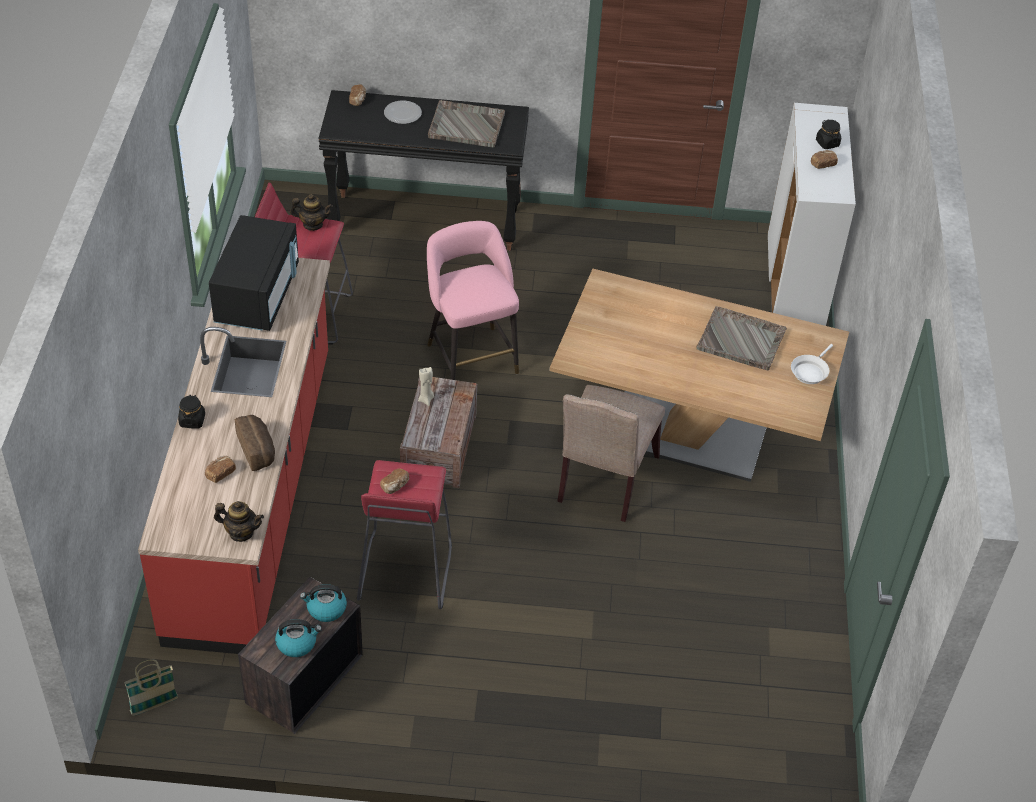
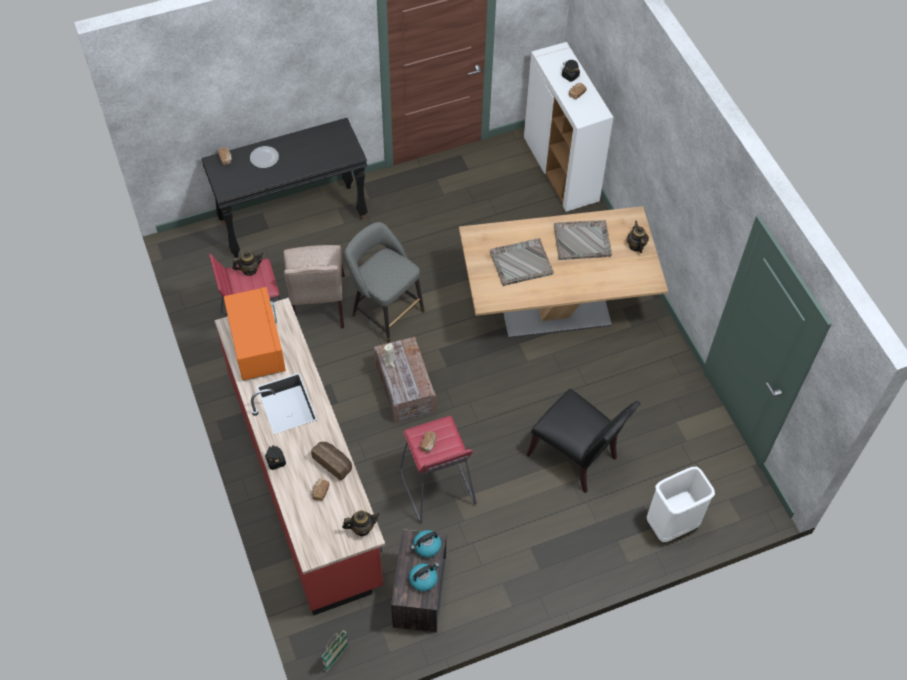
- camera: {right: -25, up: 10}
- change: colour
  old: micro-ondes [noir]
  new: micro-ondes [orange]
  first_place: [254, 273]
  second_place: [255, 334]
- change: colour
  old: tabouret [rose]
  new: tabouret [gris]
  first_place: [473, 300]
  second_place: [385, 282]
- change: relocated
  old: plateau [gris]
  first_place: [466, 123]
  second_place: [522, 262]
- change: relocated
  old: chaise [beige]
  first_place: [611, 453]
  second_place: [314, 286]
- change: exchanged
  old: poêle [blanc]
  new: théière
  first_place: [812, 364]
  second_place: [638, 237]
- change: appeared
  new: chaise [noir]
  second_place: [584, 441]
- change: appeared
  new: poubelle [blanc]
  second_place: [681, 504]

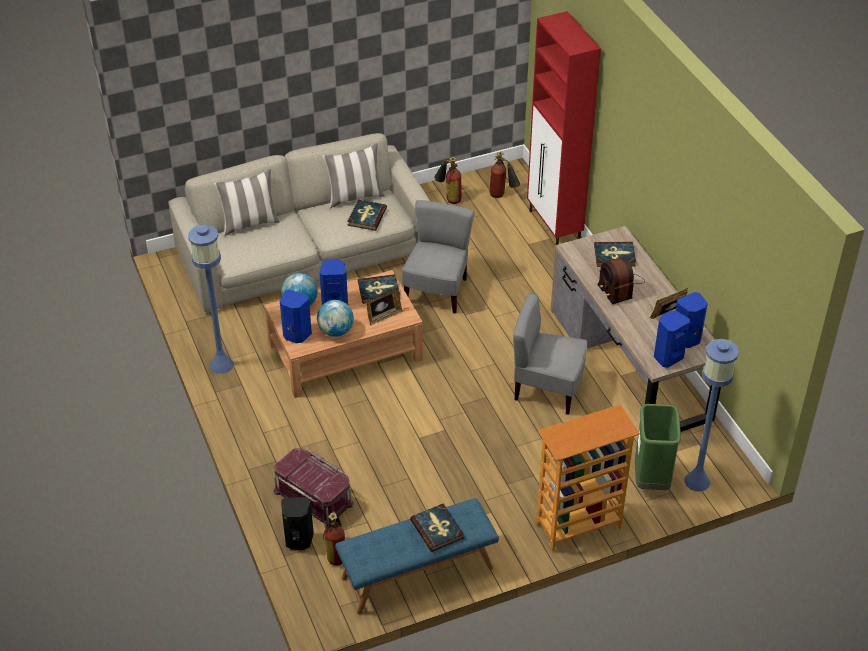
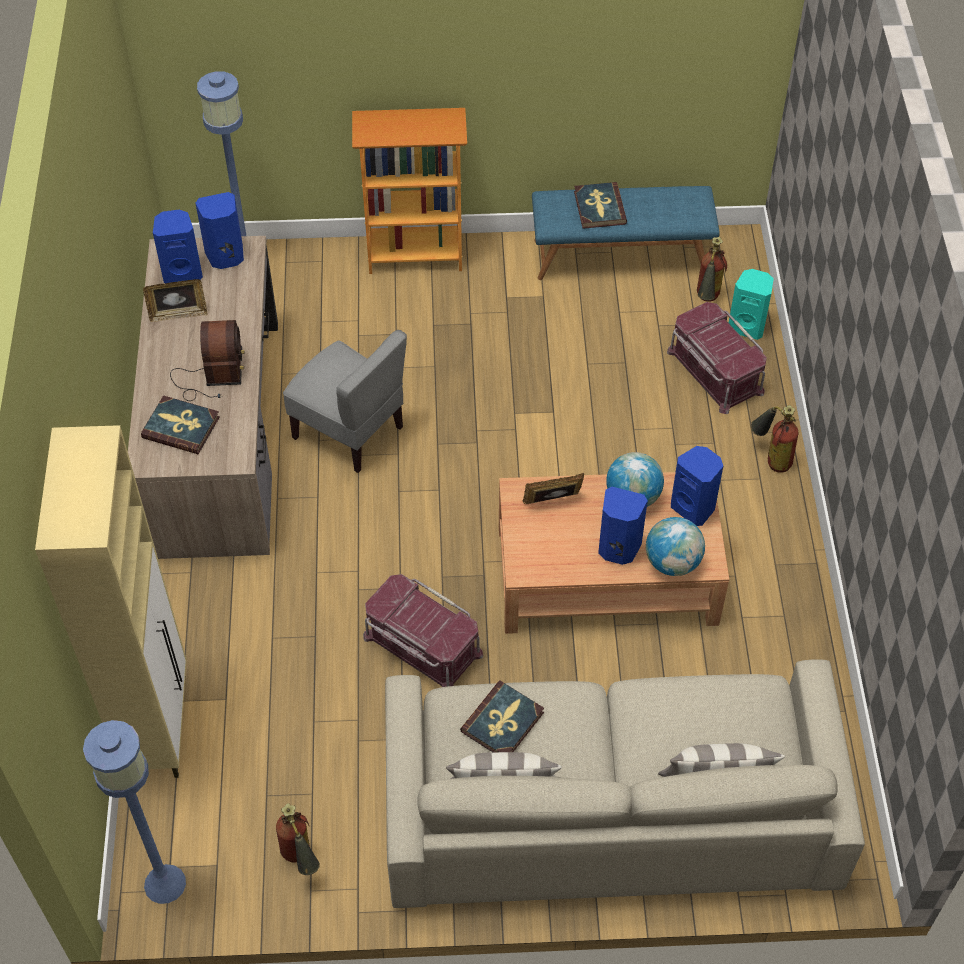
- camera: {right: -160, up: 10}
- change: relocated
  old: lampadaire [bleu]
  first_place: [211, 299]
  second_place: [134, 812]
- change: colour
  old: enceinte [noir]
  new: enceinte [turquoise]
  first_place: [297, 523]
  second_place: [751, 304]
- change: missing
  old: livre
  first_place: [379, 289]
- change: exchanged
  old: chaise [gris]
  new: boîte de rangement [rouge]
  first_place: [438, 257]
  second_place: [423, 630]
- change: relocated
  old: extincteur
  first_place: [504, 175]
  second_place: [775, 439]
- change: colour
  old: meuble de rangement [rouge]
  new: meuble de rangement [beige]
  first_place: [564, 128]
  second_place: [111, 601]
- change: missing
  old: poubelle [vert]
  first_place: [658, 447]

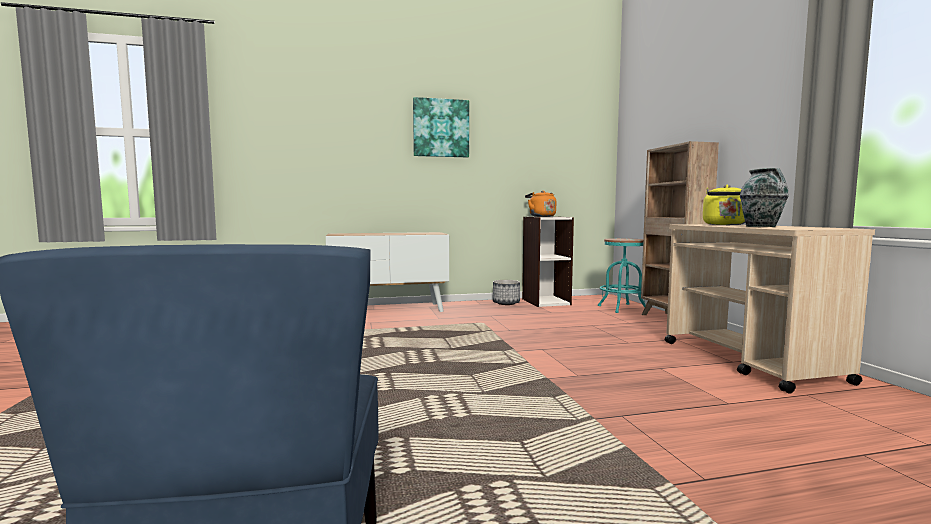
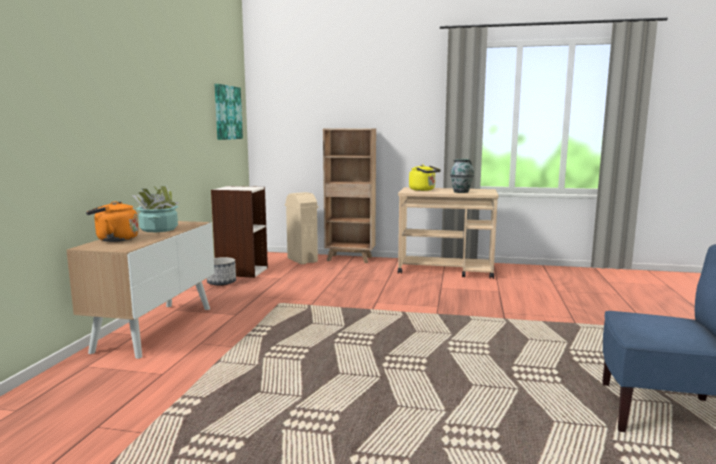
- camera: {right: -65, up: 5}
- change: relocated
  old: tableau
  first_place: [441, 127]
  second_place: [229, 112]
- change: relocated
  old: bouilloire [orange]
  first_place: [540, 204]
  second_place: [112, 221]
- change: exchanged
  old: tabouret [turquoise]
  new: poubelle [beige]
  first_place: [622, 275]
  second_place: [302, 228]
- change: appeared
  new: plante en pot
  second_place: [155, 208]

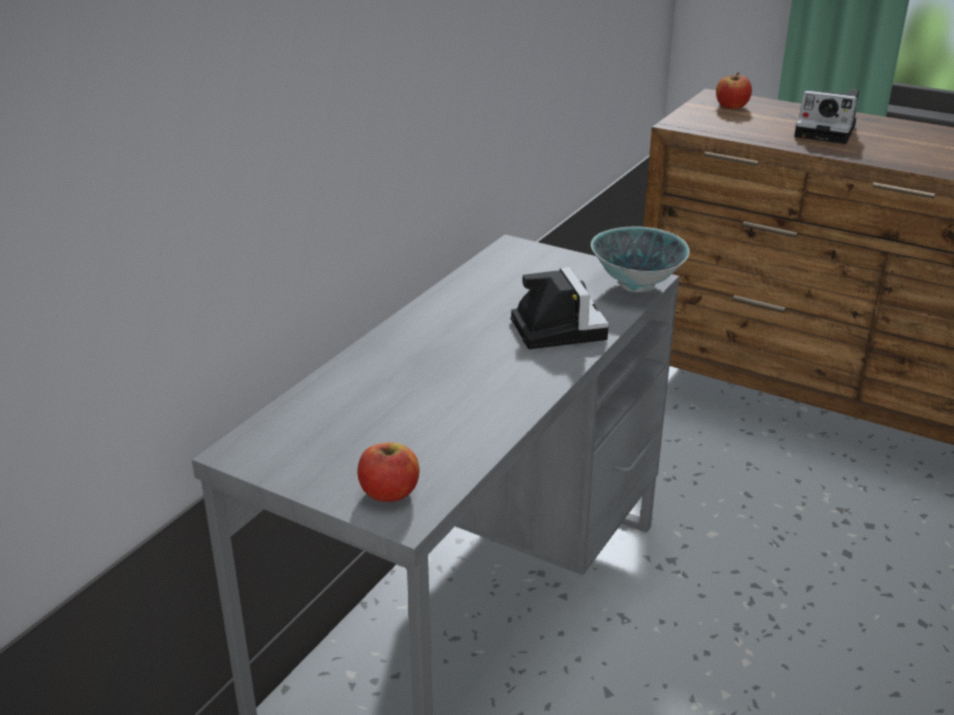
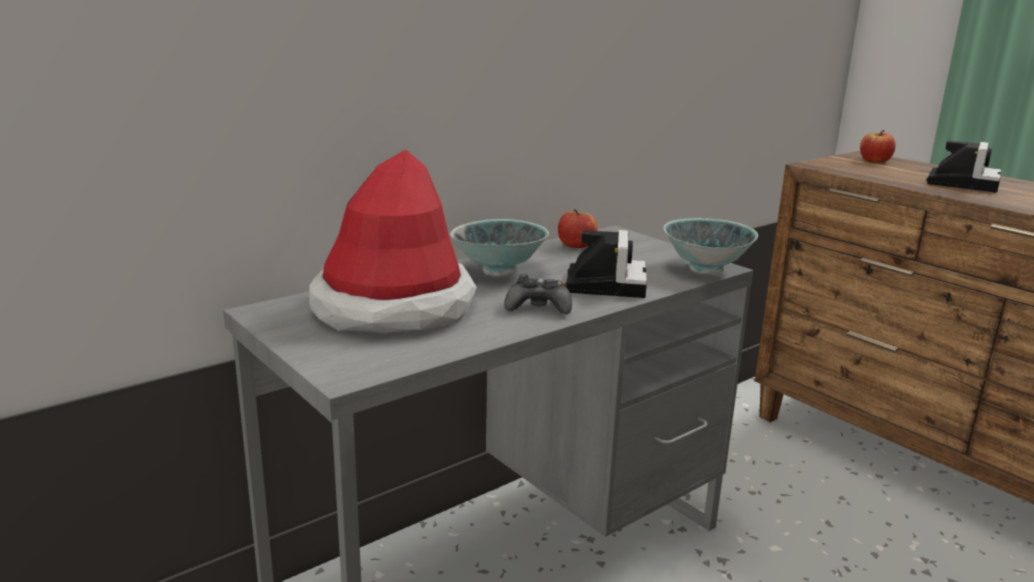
- camera: {right: 20, up: -10}
- change: relocated
  old: pomme
  first_place: [388, 472]
  second_place: [578, 228]
- change: spun
  old: appareil photo
  first_place: [826, 116]
  second_place: [963, 166]
  degrees: -105
- change: appeared
  new: chapeau
  second_place: [393, 241]
- change: appeared
  new: bol
  second_place: [499, 247]
- change: appeared
  new: manette [noir]
  second_place: [538, 294]

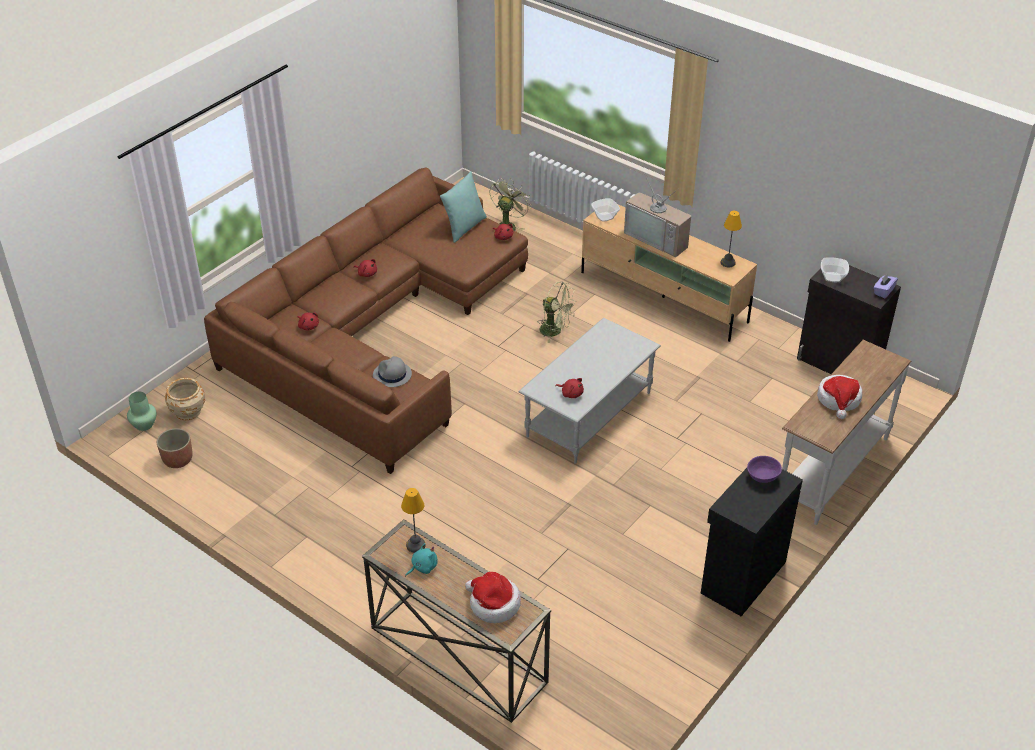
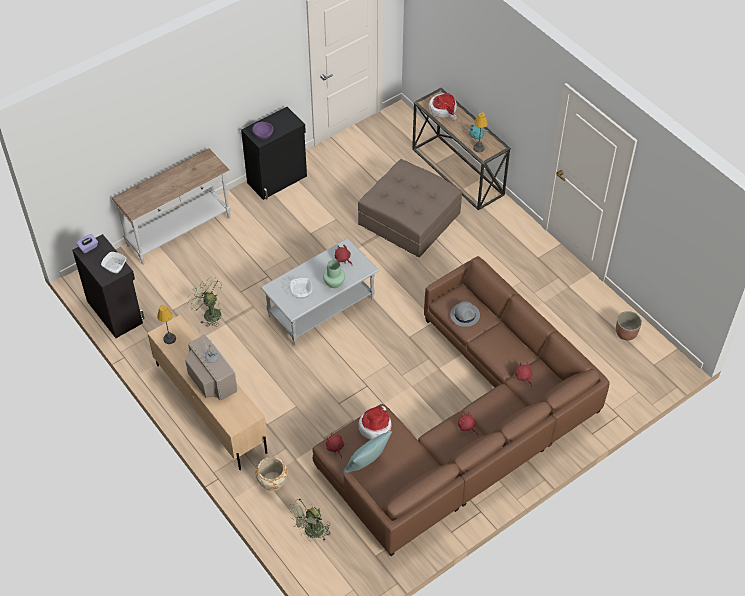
- camera: {right: -165, up: 10}
- change: relocated
  old: vase [vert]
  first_place: [142, 411]
  second_place: [334, 274]
- change: relocated
  old: cache-pot [beige]
  first_place: [185, 399]
  second_place: [271, 474]
- change: relocated
  old: ventilateur [vert]
  first_place: [557, 312]
  second_place: [205, 302]
- change: relocated
  old: bol
  first_place: [605, 210]
  second_place: [301, 288]
- change: relocated
  old: chapeau
  first_place: [839, 397]
  second_place: [375, 423]
- change: appeared
  new: pouf [marron]
  second_place: [410, 208]

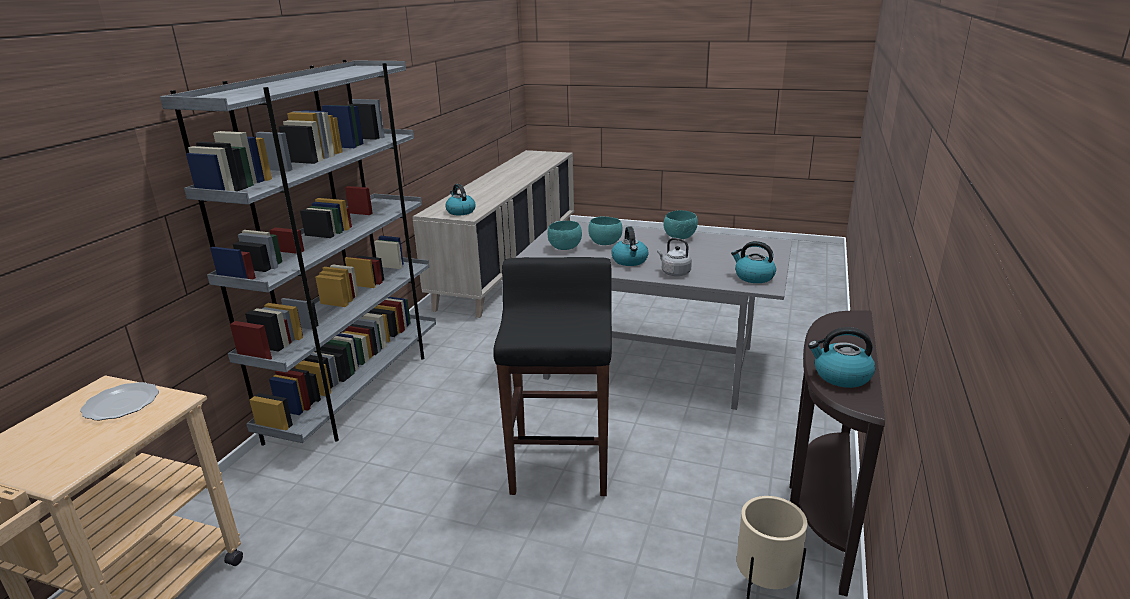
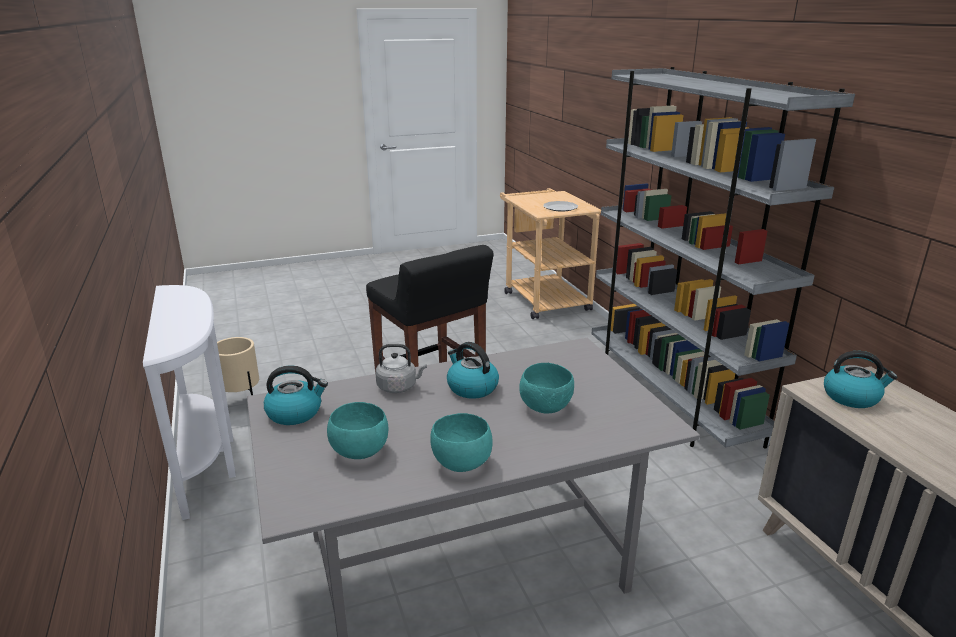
- camera: {right: 140, up: 0}
- change: relocated
  old: bol [turquoise]
  first_place: [564, 235]
  second_place: [357, 430]
- change: colour
  old: table console [marron]
  new: table console [blanc]
  first_place: [837, 453]
  second_place: [189, 402]
- change: missing
  old: bouilloire
  first_place: [841, 357]

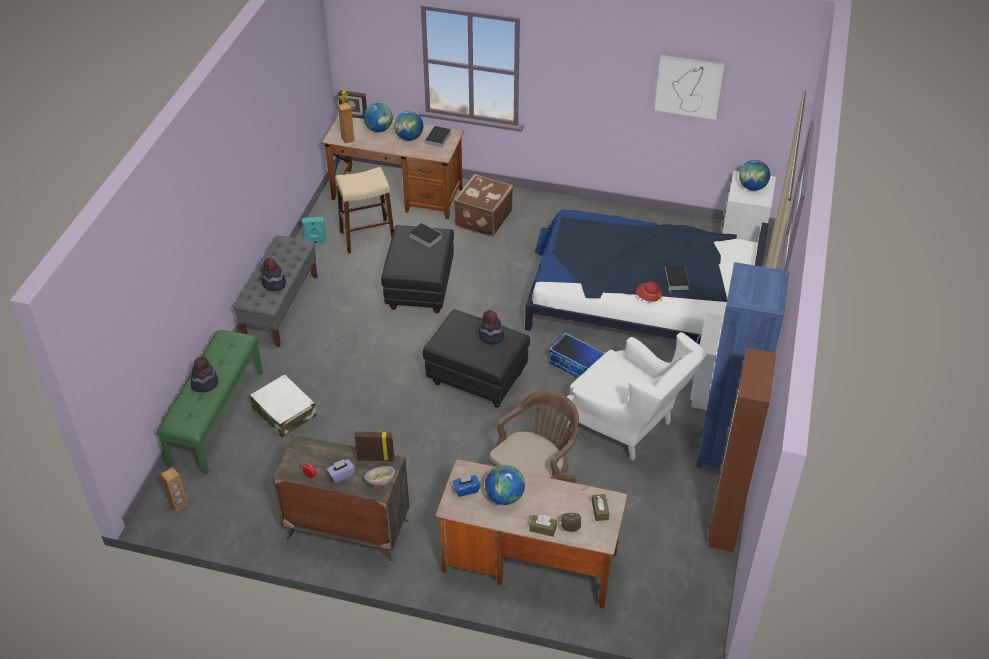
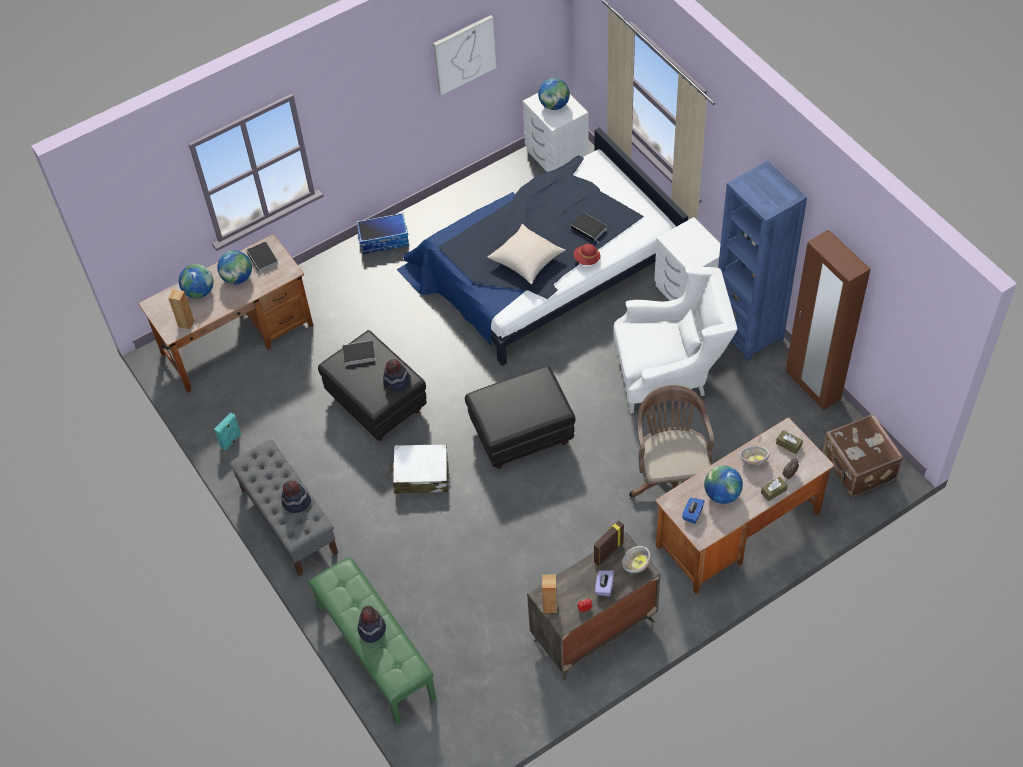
- camera: {right: -45, up: 10}
- change: relocated
  old: enceinte [marron]
  first_place: [174, 489]
  second_place: [549, 593]
- change: relocated
  old: valise [blanc]
  first_place: [283, 405]
  second_place: [419, 469]
- change: missing
  old: tabouret [beige]
  first_place: [364, 210]
- change: missing
  old: cadre photo
  first_place: [352, 104]
- change: relocated
  old: valise [marron]
  first_place: [483, 205]
  second_place: [863, 455]
- change: relocated
  old: chapeau
  first_place: [491, 327]
  second_place: [397, 375]
- change: relocated
  old: boîte de rangement
  first_place: [577, 355]
  second_place: [382, 233]
- change: appeared
  new: coussin [beige]
  second_place: [527, 254]
- change: appeared
  new: bol
  second_place: [754, 456]

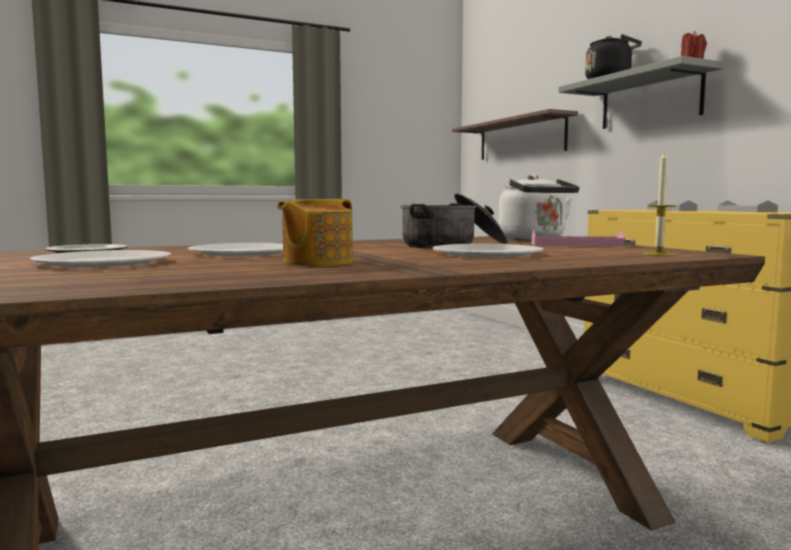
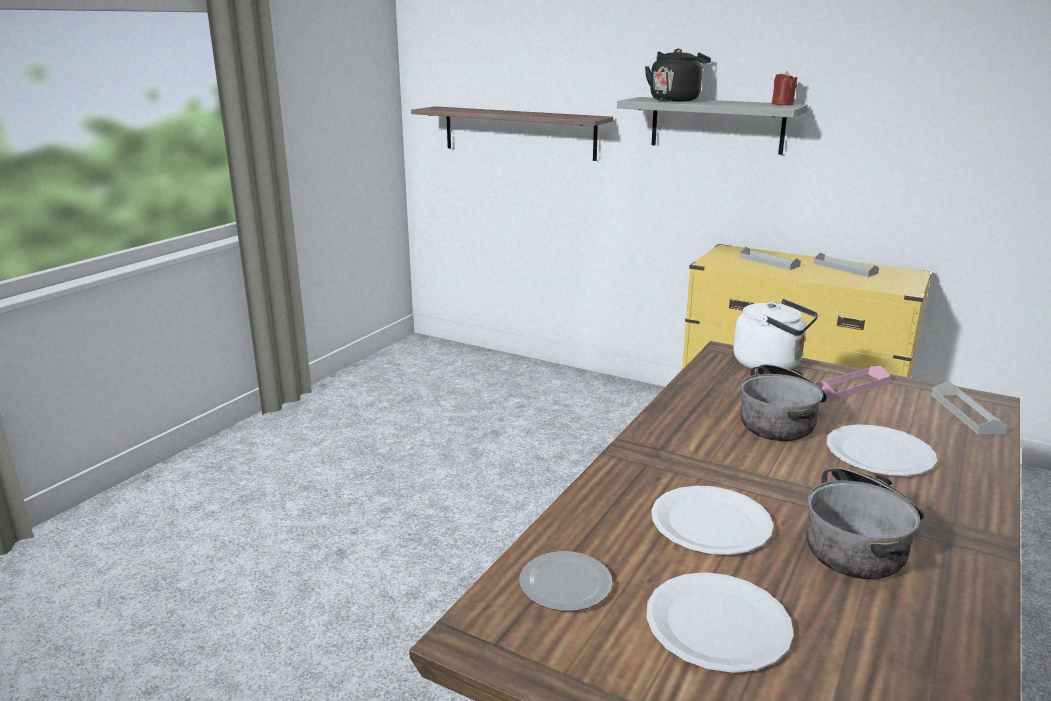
- camera: {right: -35, up: 15}
- change: exchanged
  old: théière
  new: marmite
  first_place: [315, 232]
  second_place: [865, 523]
- change: exchanged
  old: bougie
  new: plateau [gris]
  first_place: [659, 203]
  second_place: [969, 408]

